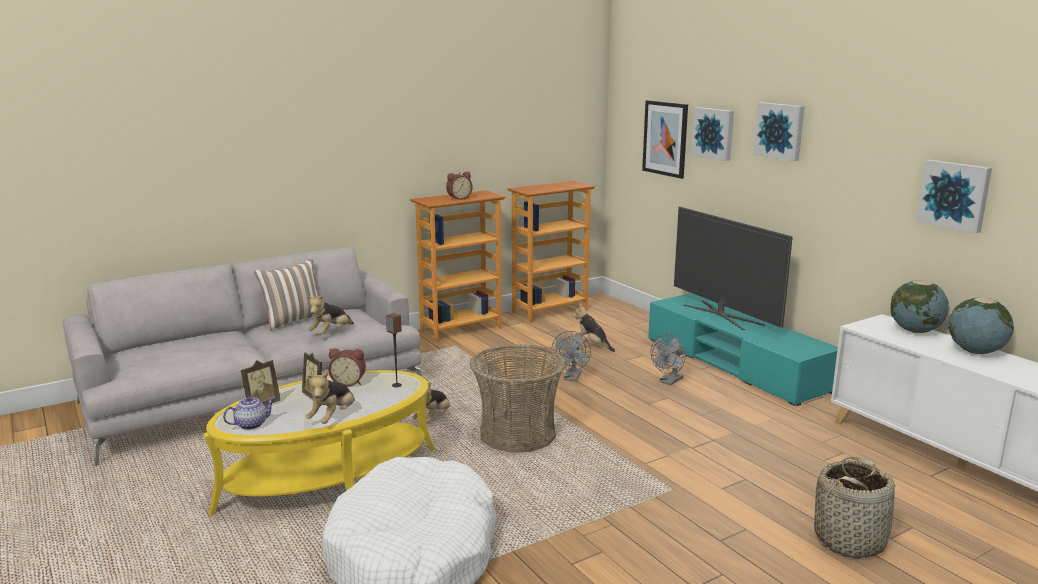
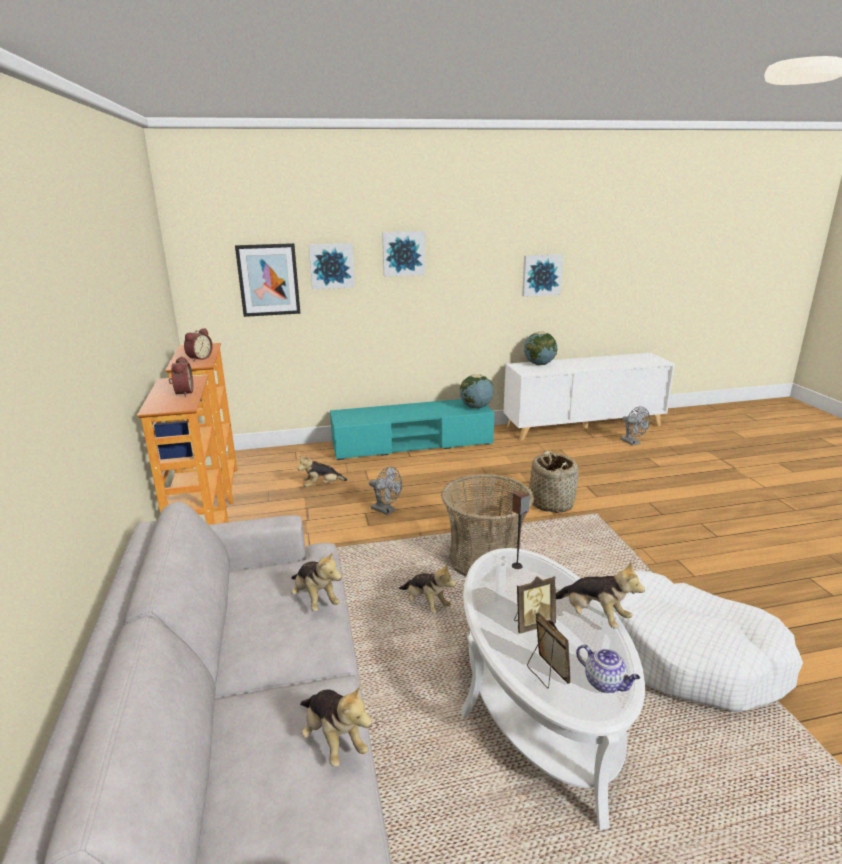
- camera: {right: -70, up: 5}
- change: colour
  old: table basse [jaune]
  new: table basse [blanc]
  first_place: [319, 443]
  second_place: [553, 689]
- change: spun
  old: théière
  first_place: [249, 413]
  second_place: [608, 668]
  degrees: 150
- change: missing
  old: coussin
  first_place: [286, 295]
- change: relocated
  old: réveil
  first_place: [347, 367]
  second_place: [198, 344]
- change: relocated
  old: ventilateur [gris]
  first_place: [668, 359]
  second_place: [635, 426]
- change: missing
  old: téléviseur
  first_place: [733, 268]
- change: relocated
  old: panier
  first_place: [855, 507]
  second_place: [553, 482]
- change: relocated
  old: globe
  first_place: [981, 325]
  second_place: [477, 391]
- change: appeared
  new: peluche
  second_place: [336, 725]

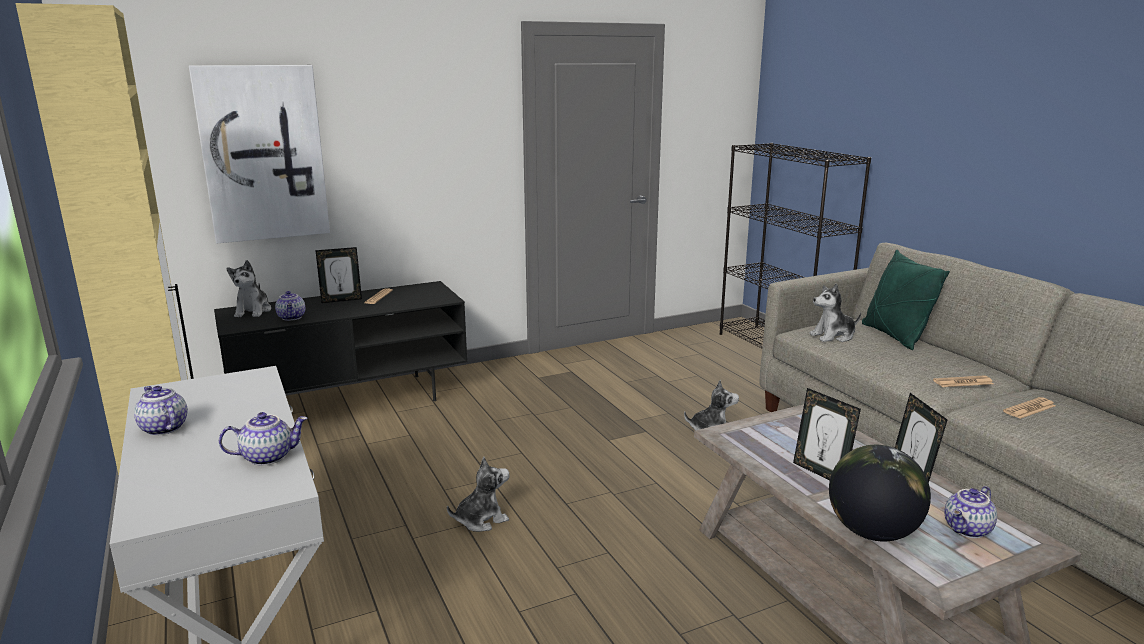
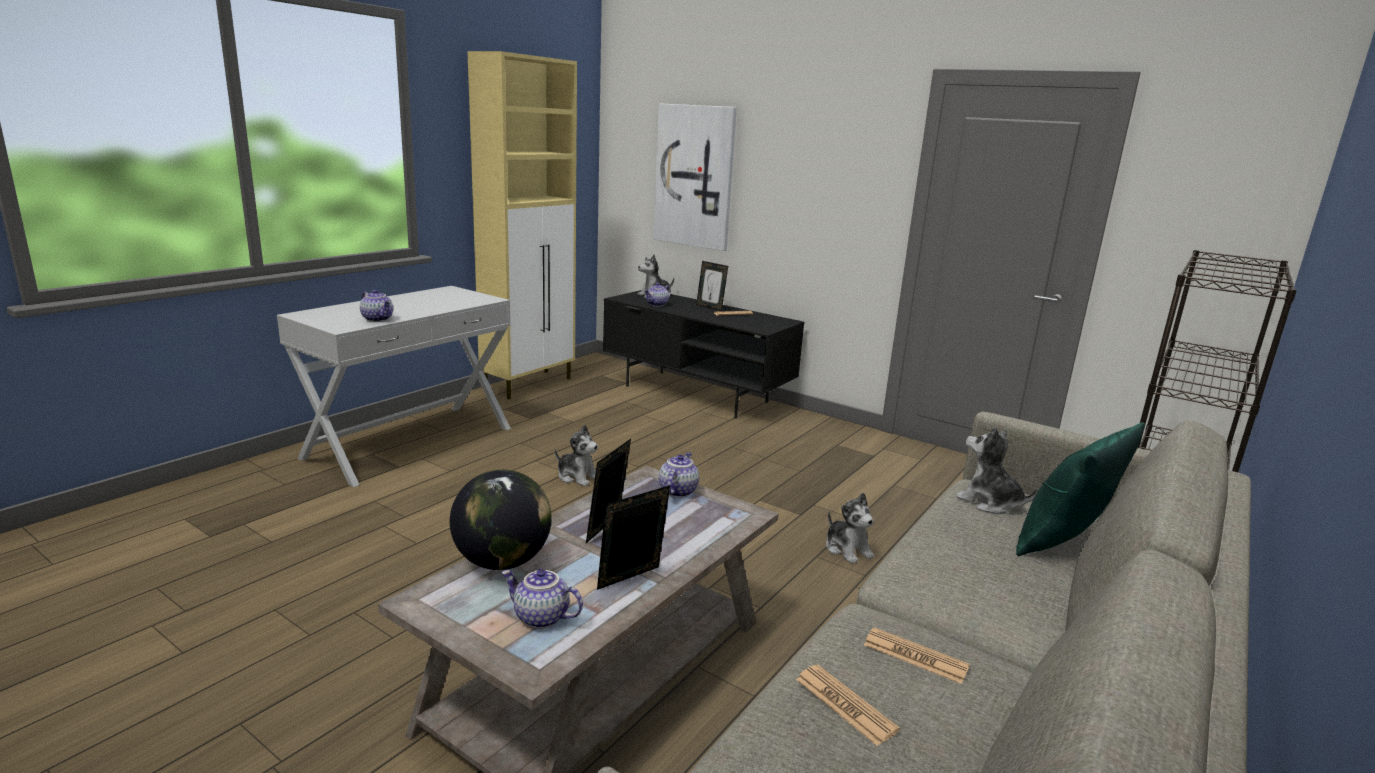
- camera: {right: 60, up: 0}
- change: relocated
  old: théière
  first_place: [161, 411]
  second_place: [679, 474]
- change: relocated
  old: journal
  first_place: [963, 381]
  second_place: [848, 705]

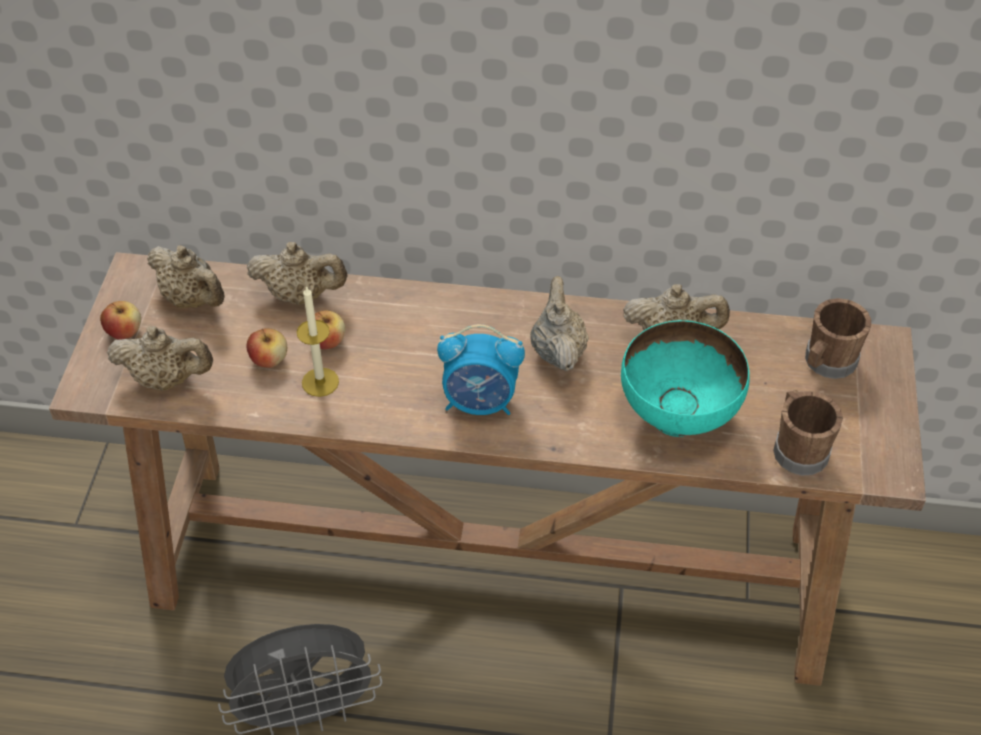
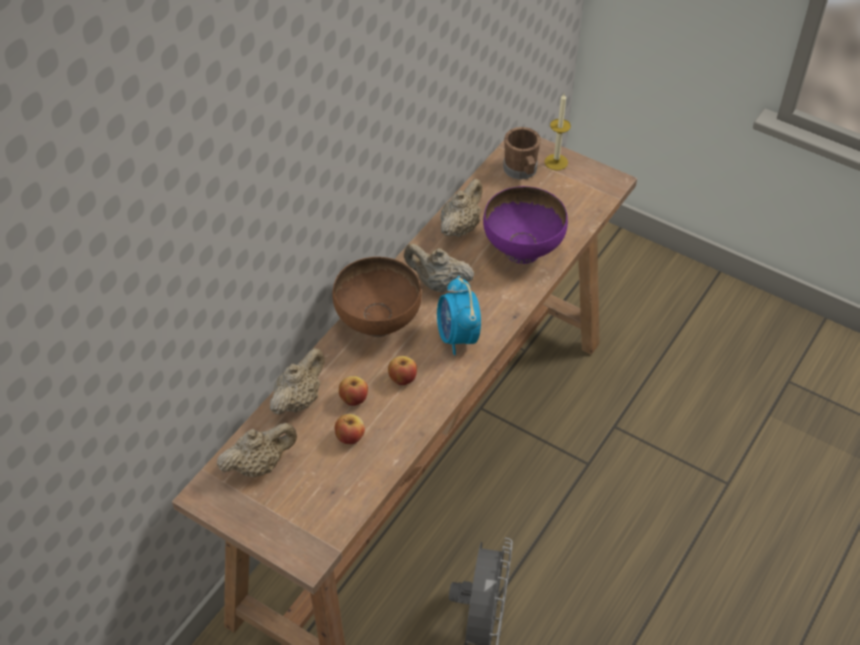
- camera: {right: -65, up: 0}
- change: relocated
  old: pomme
  first_place: [120, 320]
  second_place: [402, 370]
- change: missing
  old: théière [beige]
  first_place: [160, 358]
- change: relocated
  old: bougie
  first_place: [318, 341]
  second_place: [557, 132]
- change: spun
  old: réveil
  first_place: [481, 369]
  second_place: [459, 315]
  degrees: 135
- change: colour
  old: bol [turquoise]
  new: bol [violet]
  first_place: [685, 378]
  second_place: [525, 225]
- change: missing
  old: mug [marron]
  first_place: [808, 432]
- change: appeared
  new: bol [marron]
  second_place: [377, 297]

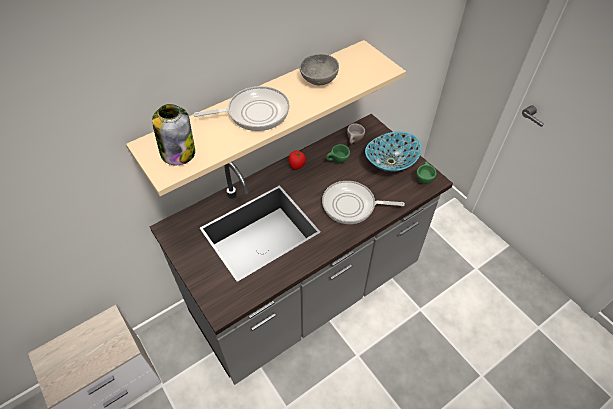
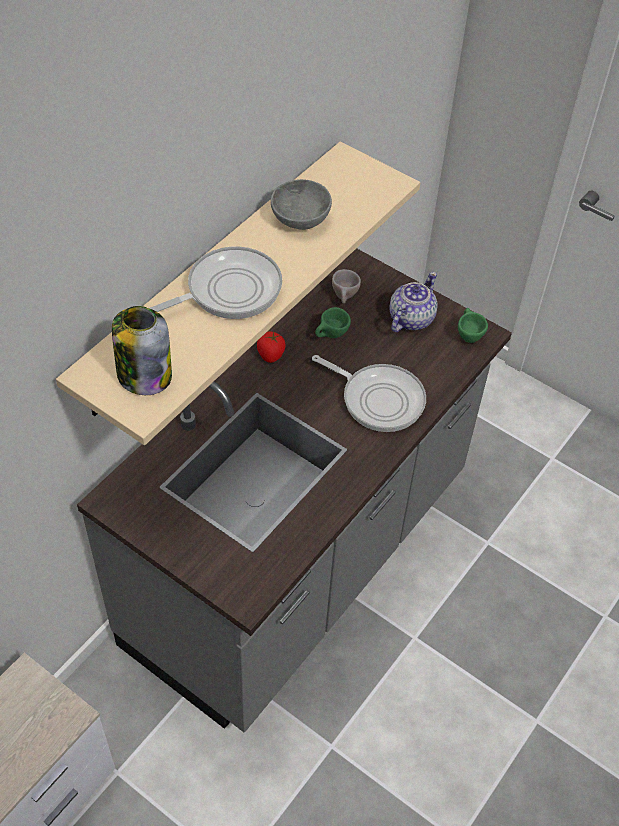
- camera: {right: -20, up: 0}
- change: spun
  old: poêle
  first_place: [363, 202]
  second_place: [369, 393]
  degrees: -135
- change: exchanged
  old: bol
  new: théière
  first_place: [393, 151]
  second_place: [413, 302]

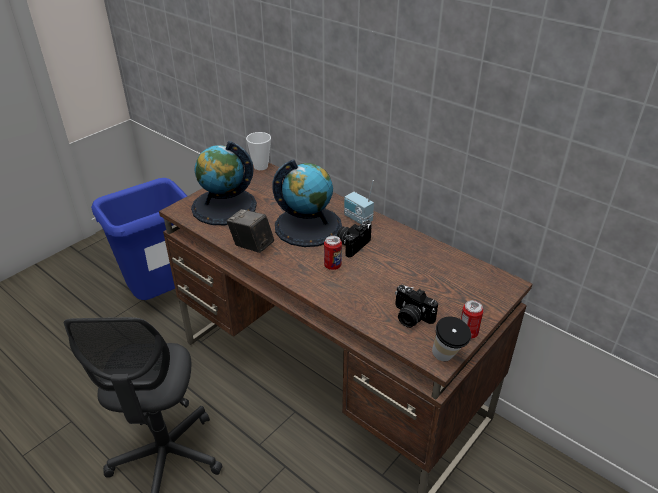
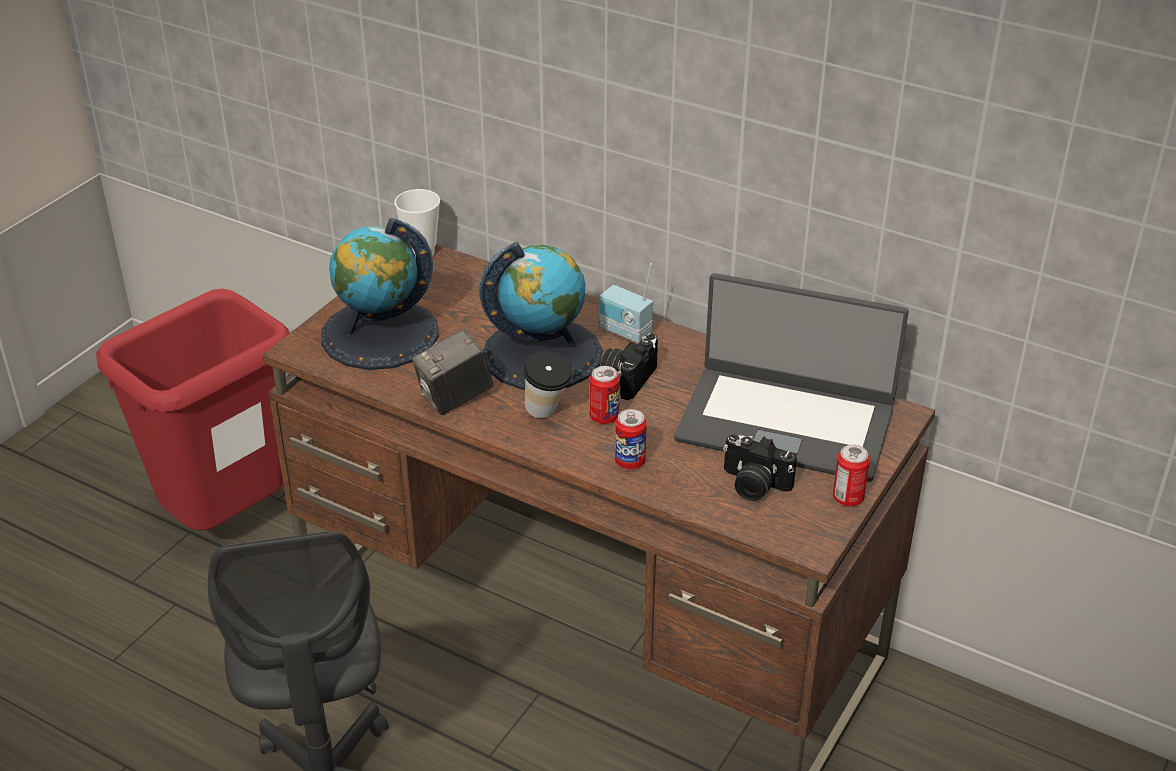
- camera: {right: -10, up: 0}
- change: colour
  old: poubelle [bleu]
  new: poubelle [rouge]
  first_place: [139, 239]
  second_place: [193, 409]
- change: spun
  old: appareil photo
  first_place: [250, 231]
  second_place: [452, 372]
  degrees: -60
- change: relocated
  old: tasse
  first_place: [451, 339]
  second_place: [548, 384]
- change: appeared
  new: boîte métallique
  second_place: [631, 439]
- change: appeared
  new: ordinateur portable
  second_place: [791, 377]

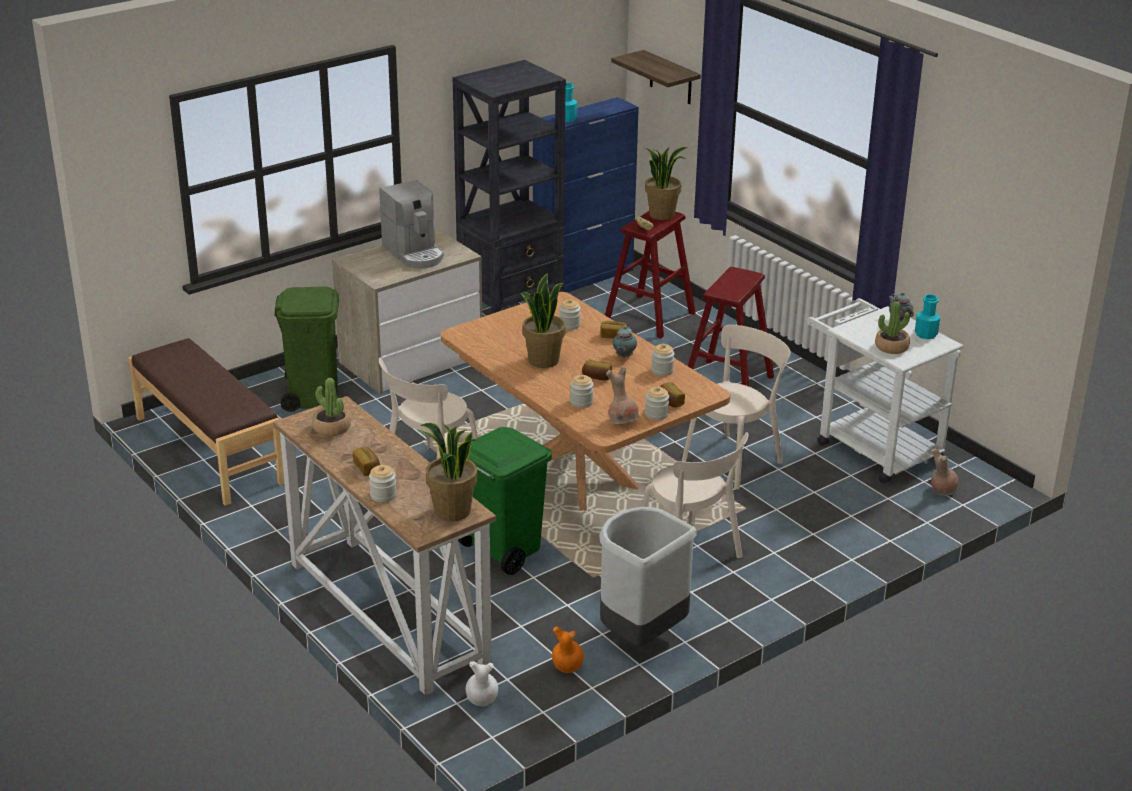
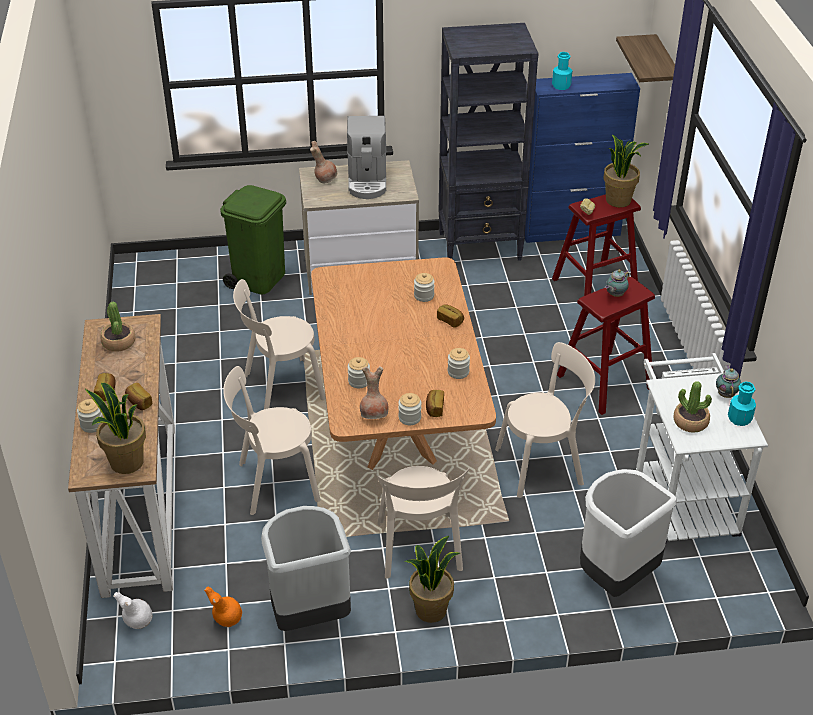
- camera: {right: 30, up: 10}
- change: missing
  old: banc [marron]
  first_place: [206, 422]
- change: exchanged
  old: poubelle [vert]
  new: chaise [beige]
  first_place: [505, 501]
  second_place: [271, 440]
- change: relocated
  old: plante en pot
  first_place: [542, 320]
  second_place: [432, 579]
- change: relocated
  old: pain
  first_place: [597, 369]
  second_place: [139, 396]
- change: relocated
  old: théière
  first_place: [625, 342]
  second_place: [617, 283]
- change: relocated
  old: vase [marron]
  first_place: [945, 472]
  second_place: [323, 162]
- change: appeared
  new: poubelle [blanc]
  second_place: [628, 533]

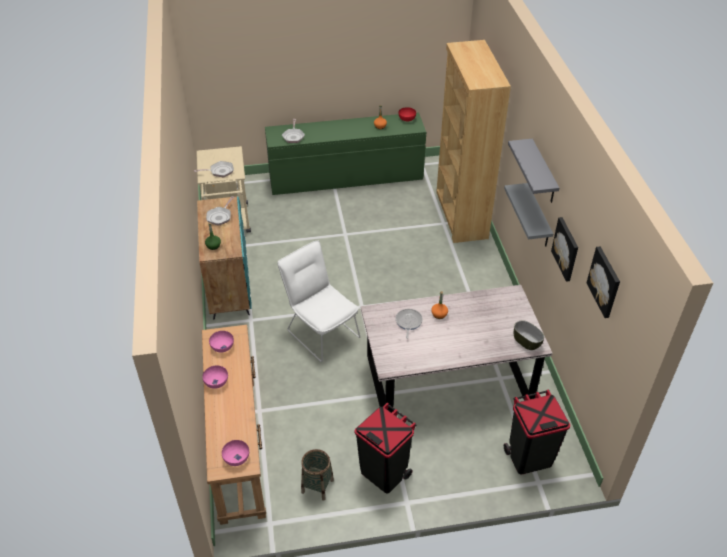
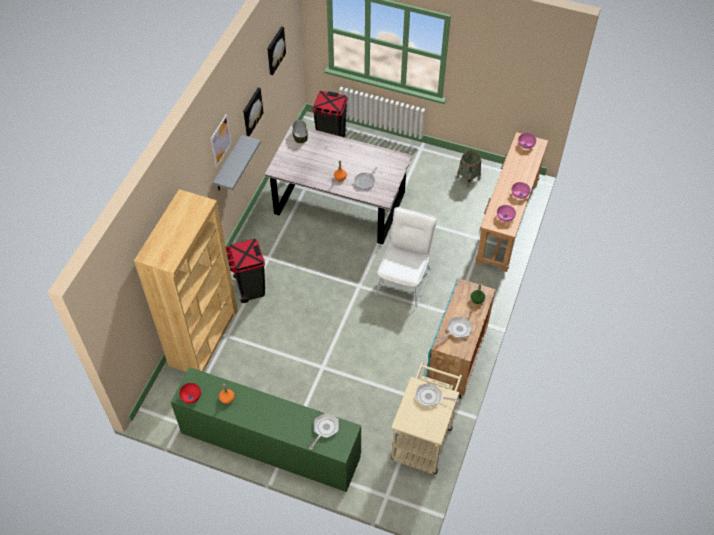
- camera: {right: -150, up: 10}
- change: spun
  old: chaise [blanc]
  first_place: [318, 301]
  second_place: [406, 257]
  degrees: -150
- change: relocated
  old: poubelle [noir]
  first_place: [385, 448]
  second_place: [245, 271]
- change: exchanged
  old: étagère [gris]
  new: tableau
  first_place: [533, 171]
  second_place: [221, 140]

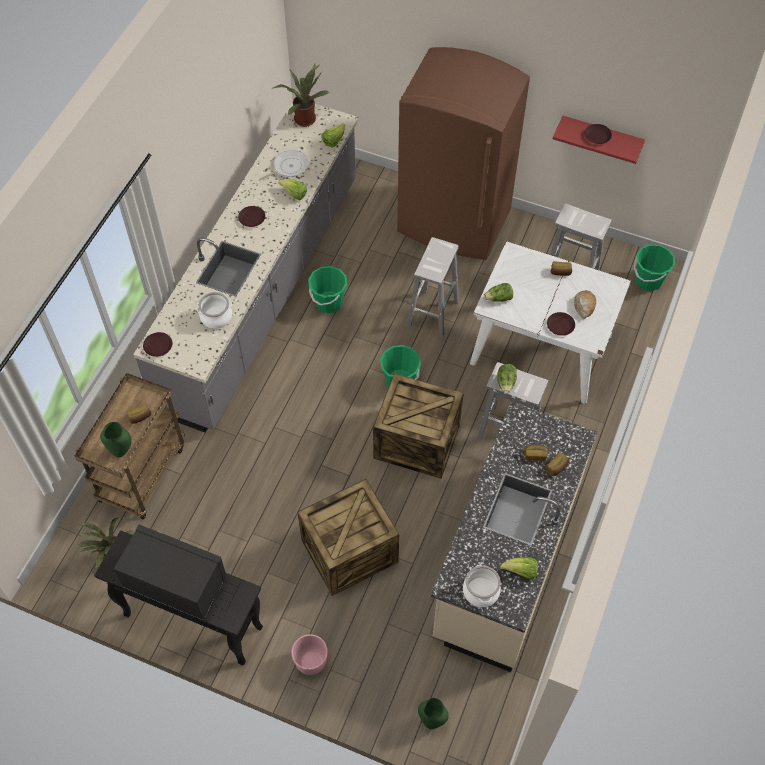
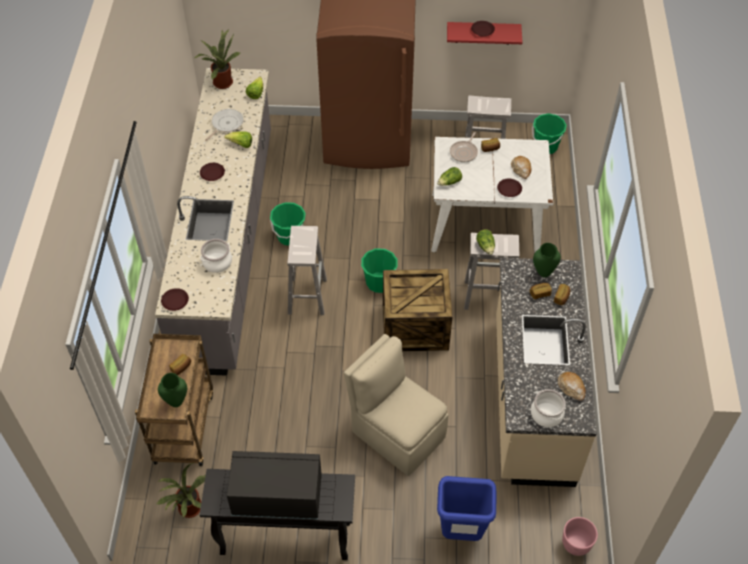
- camera: {right: -20, up: -5}
- change: relocated
  old: cache-pot [rose]
  first_place: [309, 654]
  second_place: [580, 536]
- change: exchanged
  old: caisse
  new: chaise [beige]
  first_place: [348, 537]
  second_place: [396, 405]
- change: relocated
  old: tabouret [blanc]
  first_place: [433, 287]
  second_place: [307, 270]
- change: relocated
  old: vase [vert]
  first_place: [433, 713]
  second_place: [547, 260]
- change: exchanged
  old: laitue
  new: pain
  first_place: [519, 568]
  second_place: [572, 386]
- change: appeared
  new: poubelle [bleu]
  second_place: [466, 508]
- change: appeared
  new: poêle
  second_place: [464, 147]

